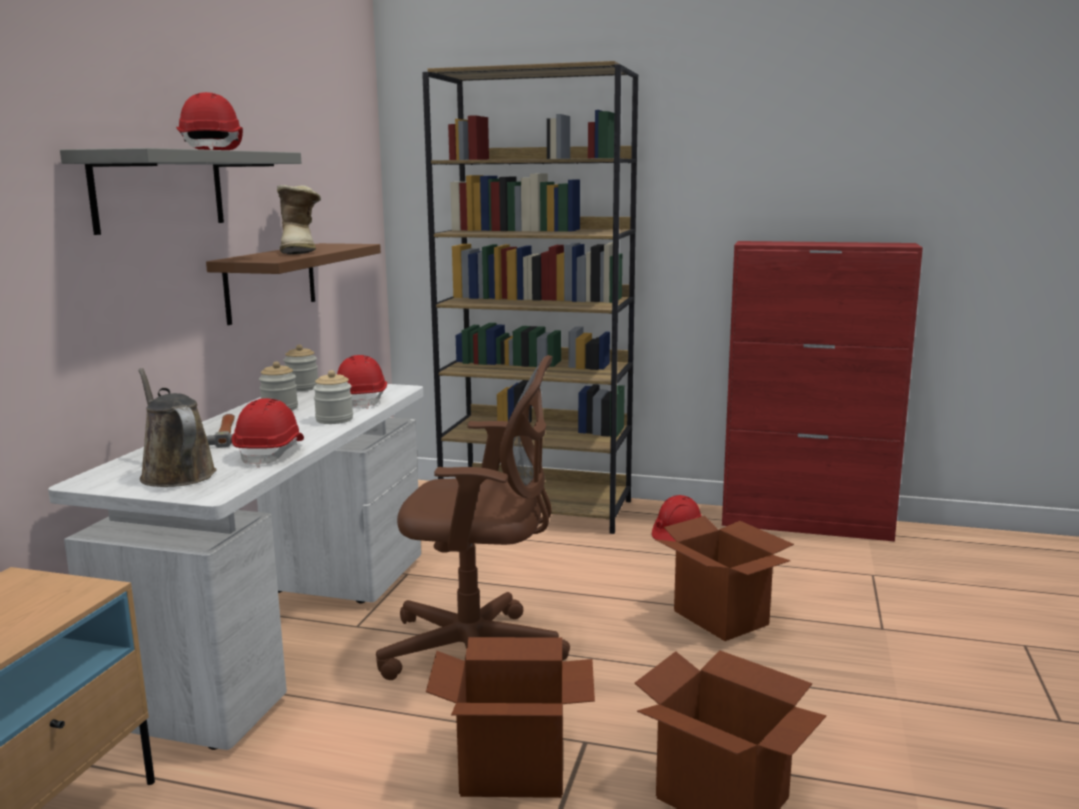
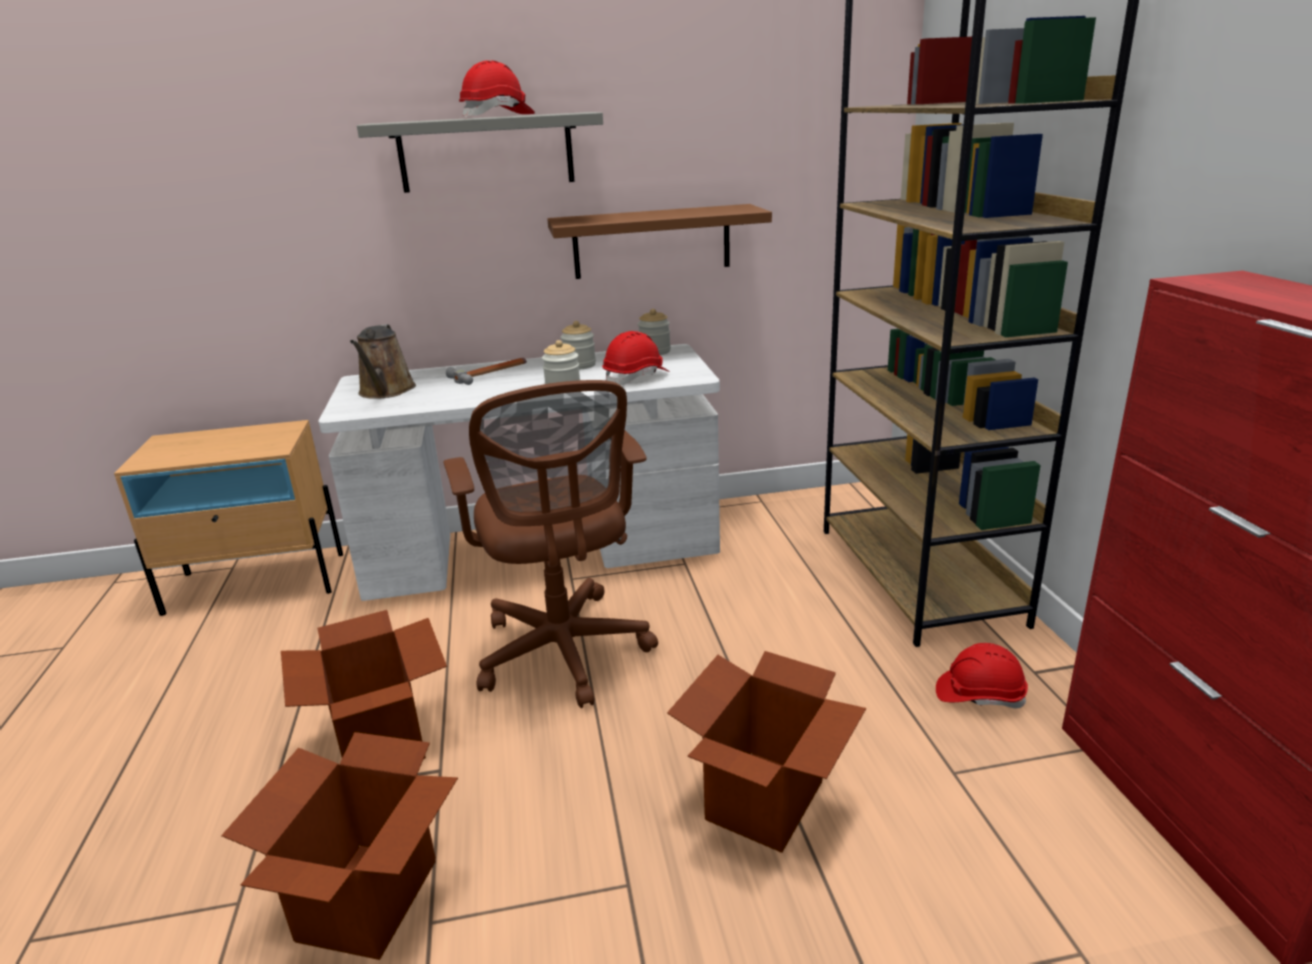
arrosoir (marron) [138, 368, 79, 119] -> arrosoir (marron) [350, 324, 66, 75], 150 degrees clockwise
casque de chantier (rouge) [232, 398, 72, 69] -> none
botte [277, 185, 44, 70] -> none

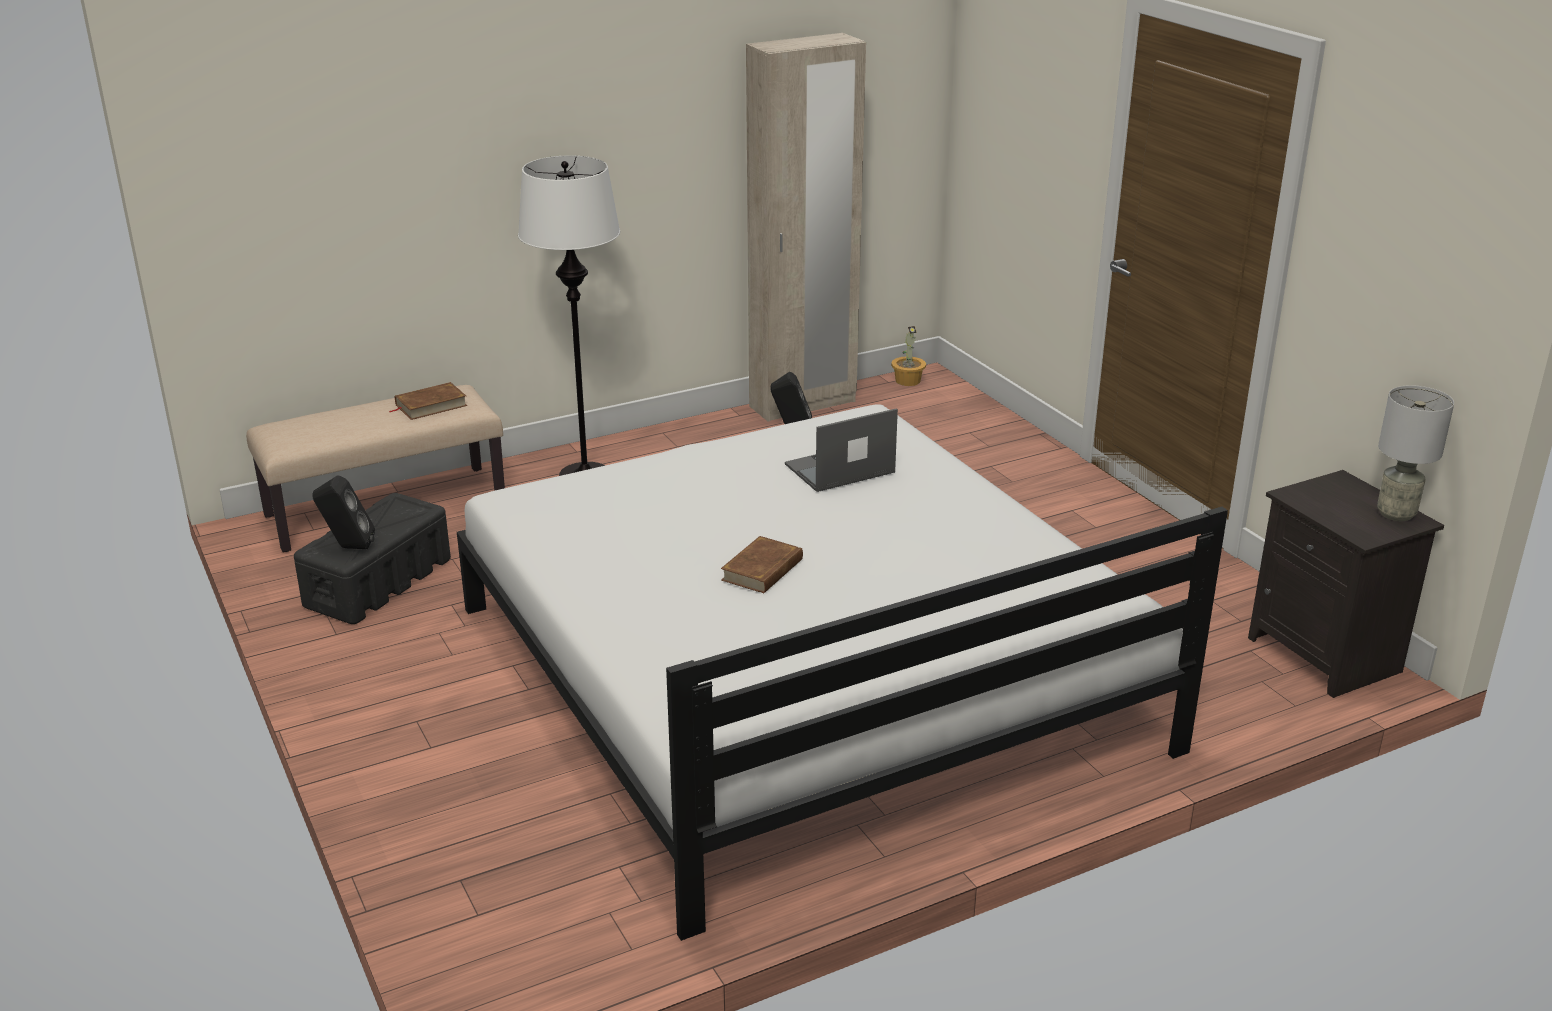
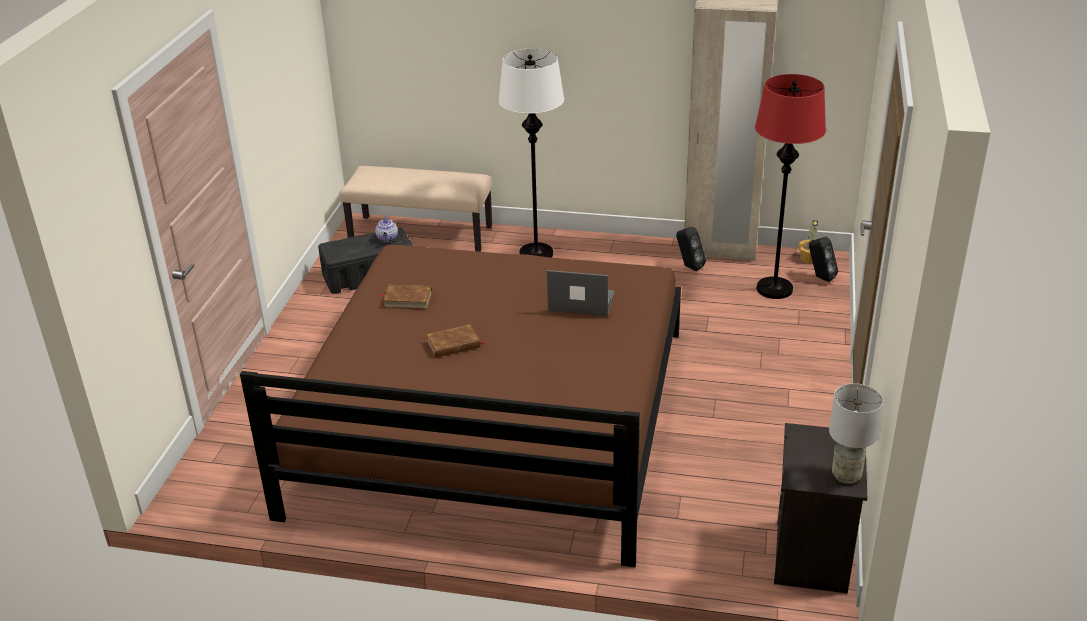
lit (blanc) [457, 404, 771, 537] -> lit (marron) [240, 245, 441, 322]
none -> théière [375, 216, 23, 26]
livre (marron) [390, 382, 77, 38] -> livre (marron) [380, 285, 52, 24], move
none -> lampadaire (rouge) [755, 74, 71, 225]
enceinte (noir) [312, 475, 63, 74] -> enceinte (noir) [809, 237, 29, 45], move

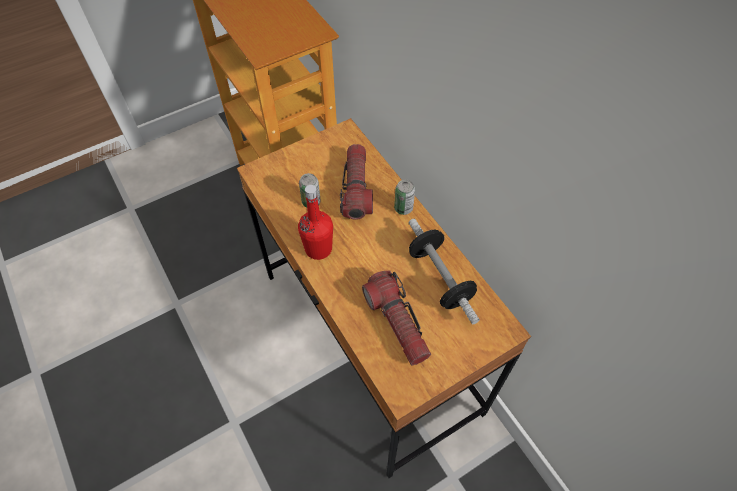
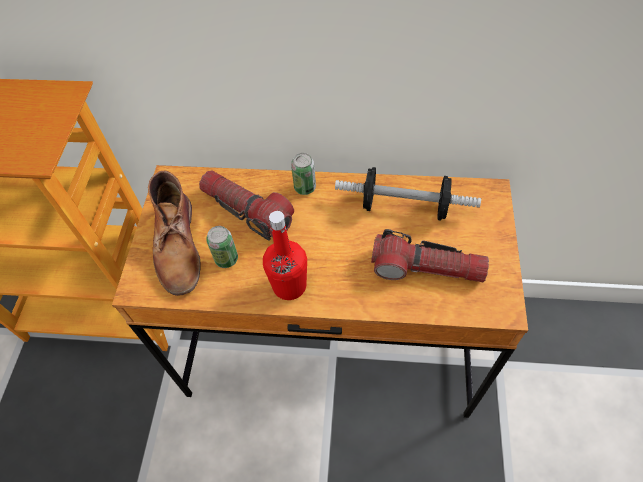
none -> botte (marron) [148, 171, 53, 125]

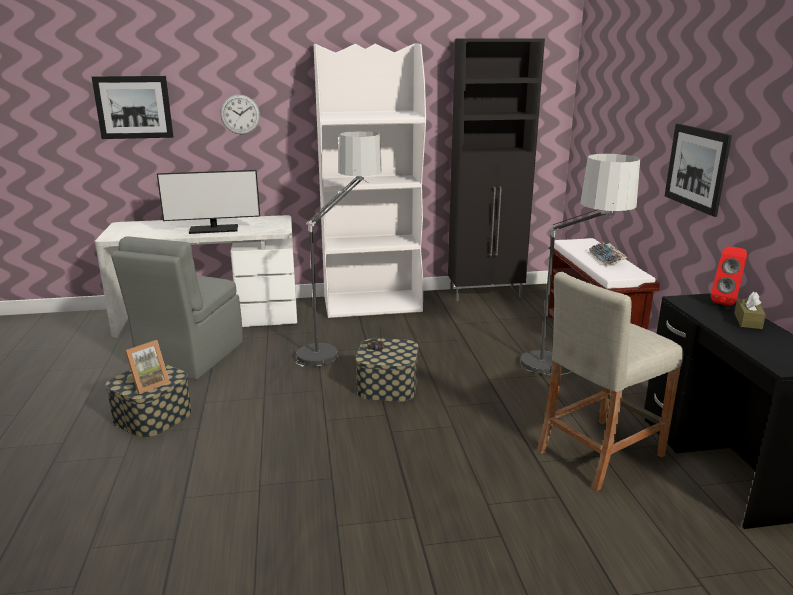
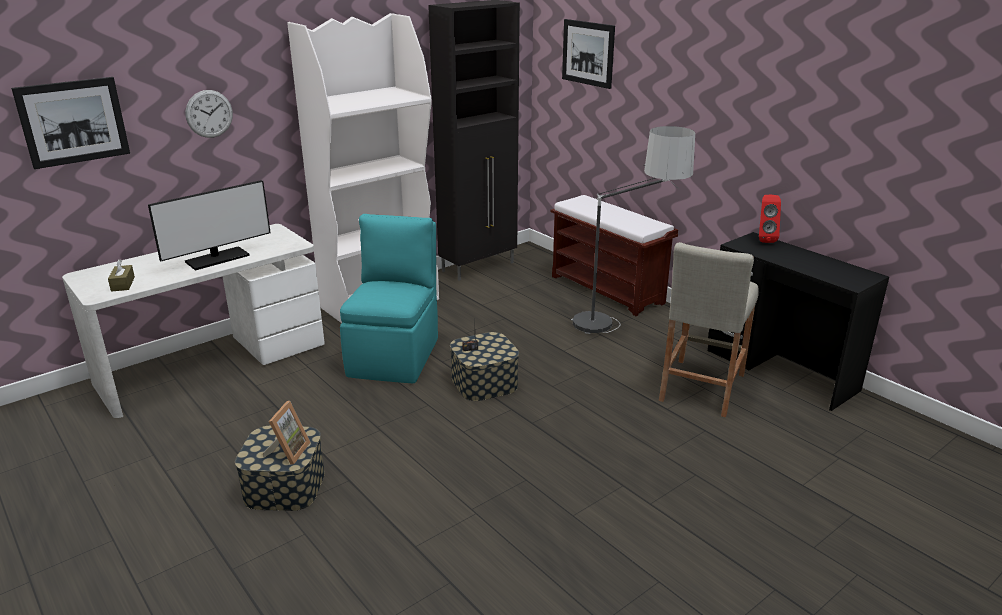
boîte à mouchoirs (marron) [734, 292, 32, 37] -> boîte à mouchoirs (marron) [108, 259, 27, 33], move
lampadaire [296, 131, 86, 236] -> chaise (turquoise) [340, 214, 98, 170]
tableau [665, 124, 67, 93] -> tableau [562, 19, 53, 70], move
chaise (gris) [111, 236, 132, 144] -> none
clavier [589, 242, 39, 25] -> none

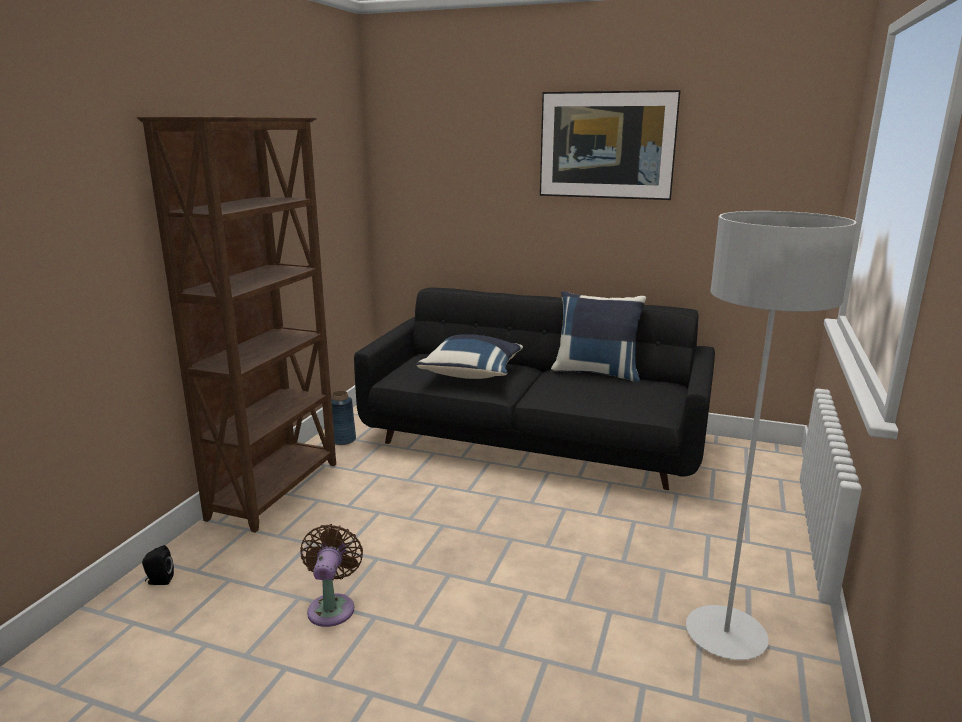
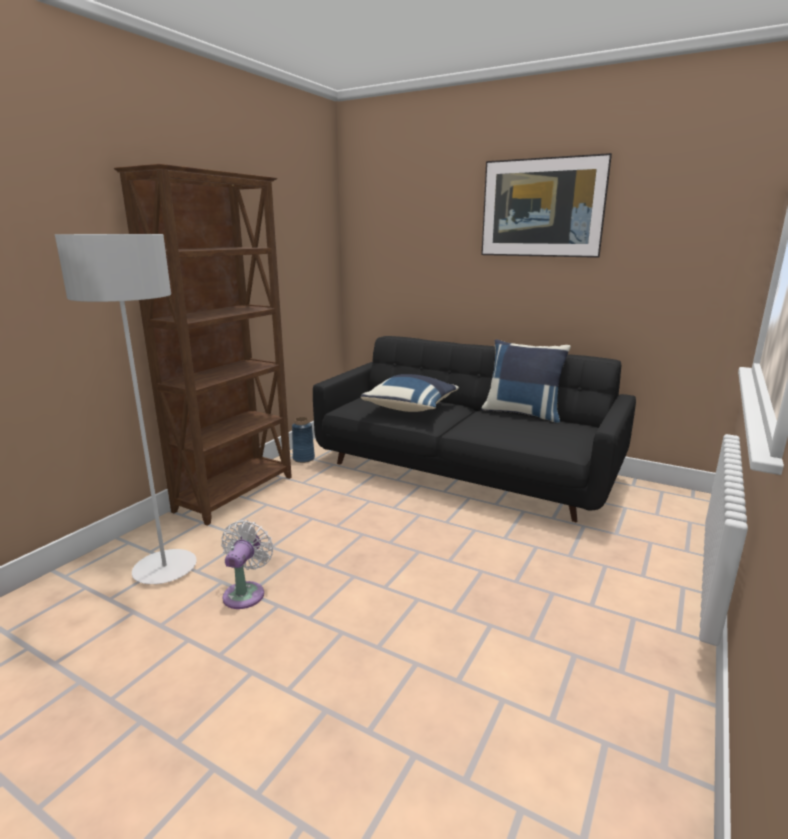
lampadaire (gris) [686, 211, 171, 449] -> lampadaire (gris) [55, 234, 142, 350], move
ventilateur (marron) [301, 524, 62, 103] -> ventilateur (blanc) [221, 520, 52, 89]
enceinte (noir) [142, 545, 32, 40] -> none

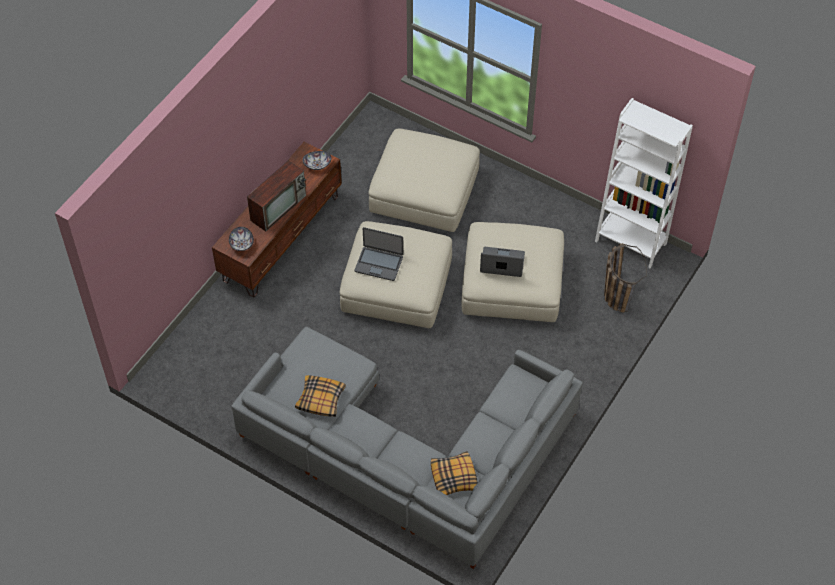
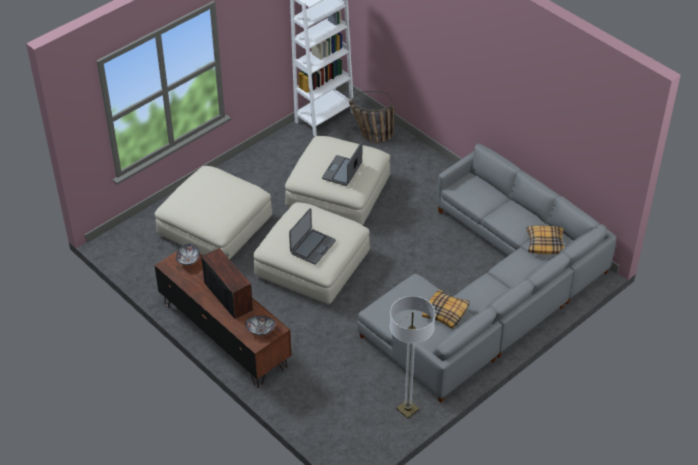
none -> lampadaire [390, 296, 45, 122]

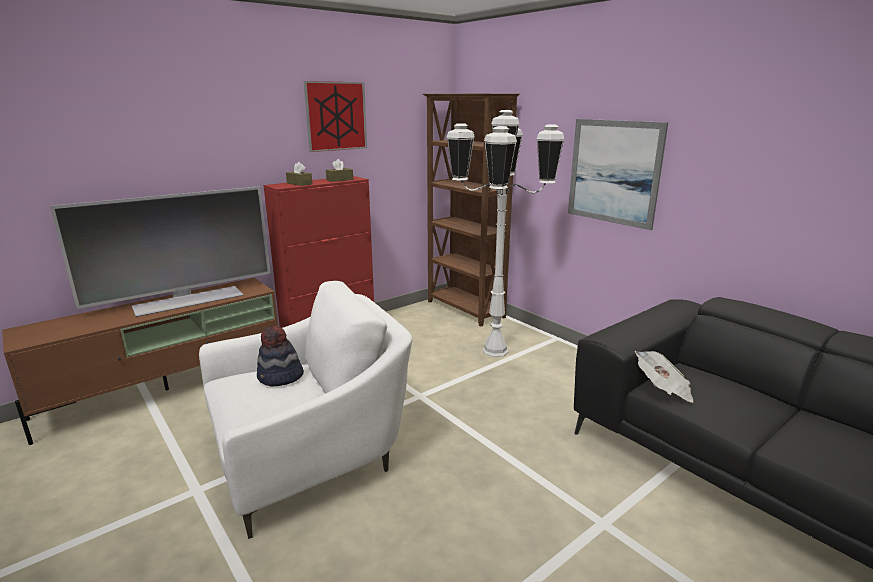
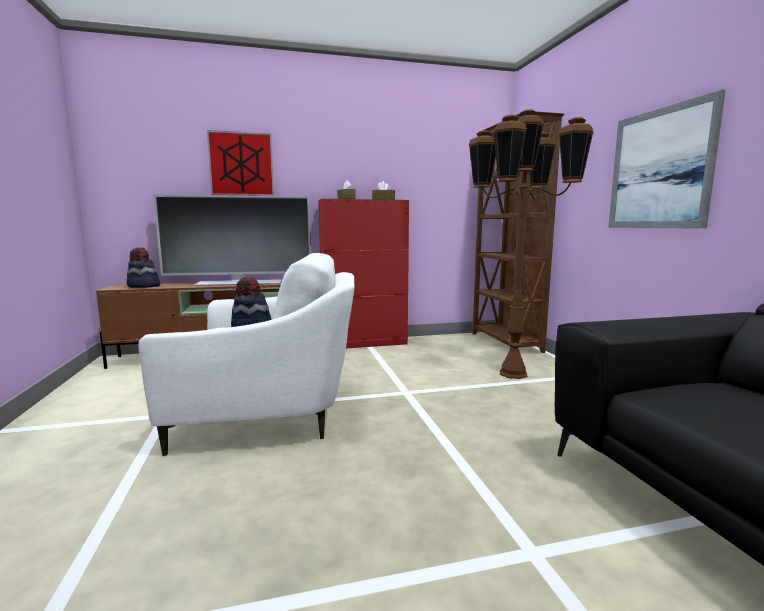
none -> chapeau [126, 247, 34, 41]
tableau [303, 81, 64, 71] -> tableau [207, 130, 67, 66], move
lampadaire (blanc) [447, 110, 117, 247] -> lampadaire (marron) [469, 109, 125, 270]
journal [635, 351, 58, 52] -> none

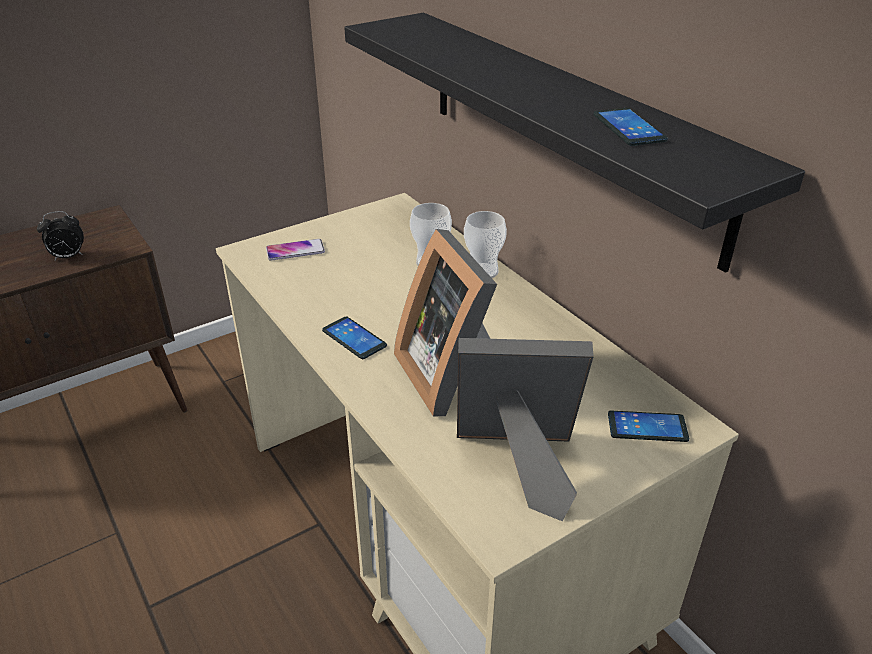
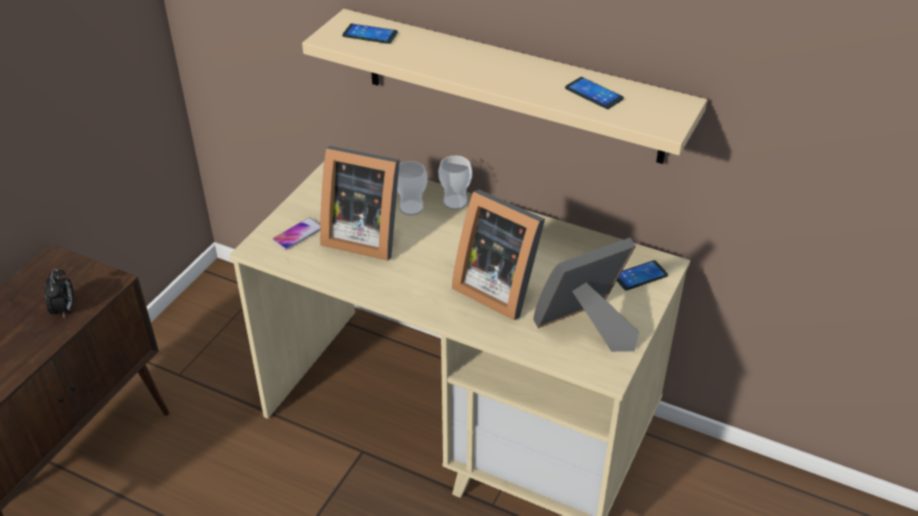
réveil [37, 211, 47, 49] -> réveil [45, 268, 29, 51], 45 degrees counterclockwise
étagère (noir) [344, 13, 461, 260] -> étagère (beige) [302, 9, 405, 155]
none -> cadre photo [320, 146, 80, 115]
téléphone [322, 317, 65, 42] -> téléphone [342, 24, 56, 20], move

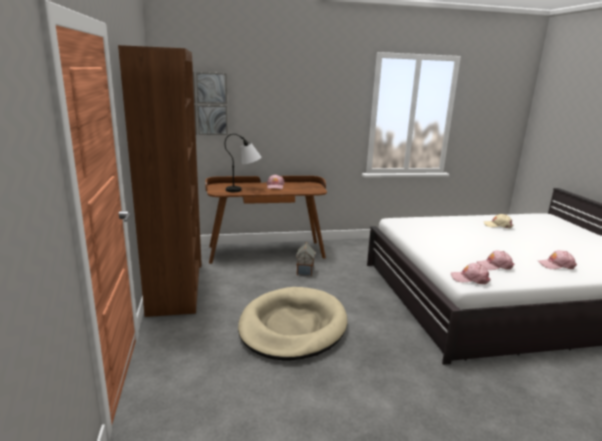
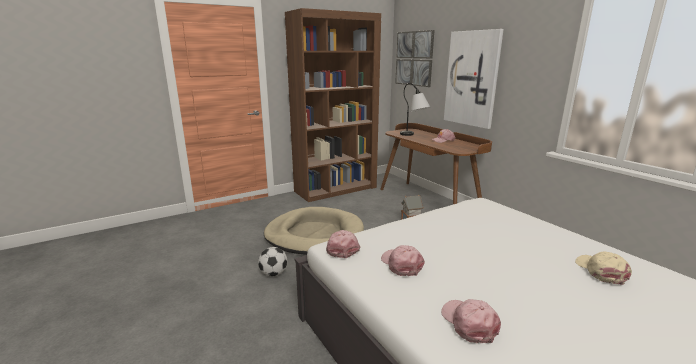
none -> ballon de foot [258, 247, 29, 29]
none -> tableau [444, 29, 60, 100]

